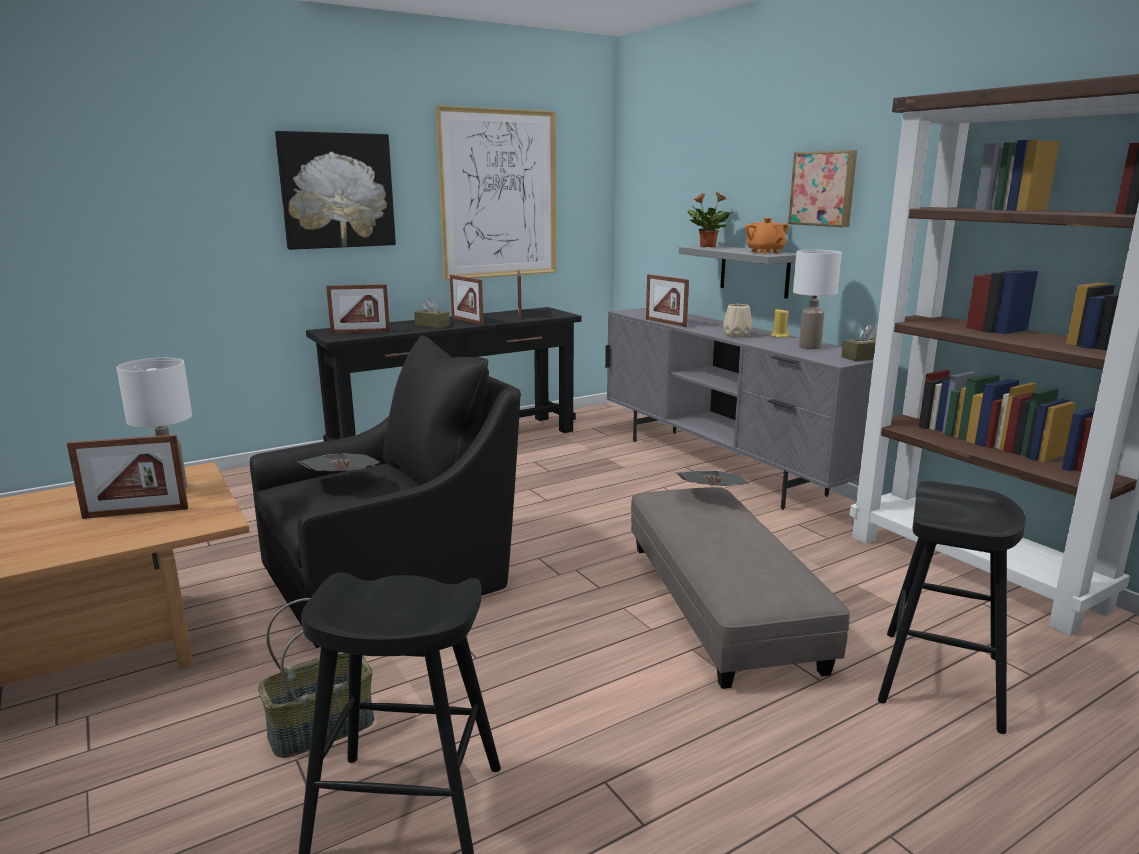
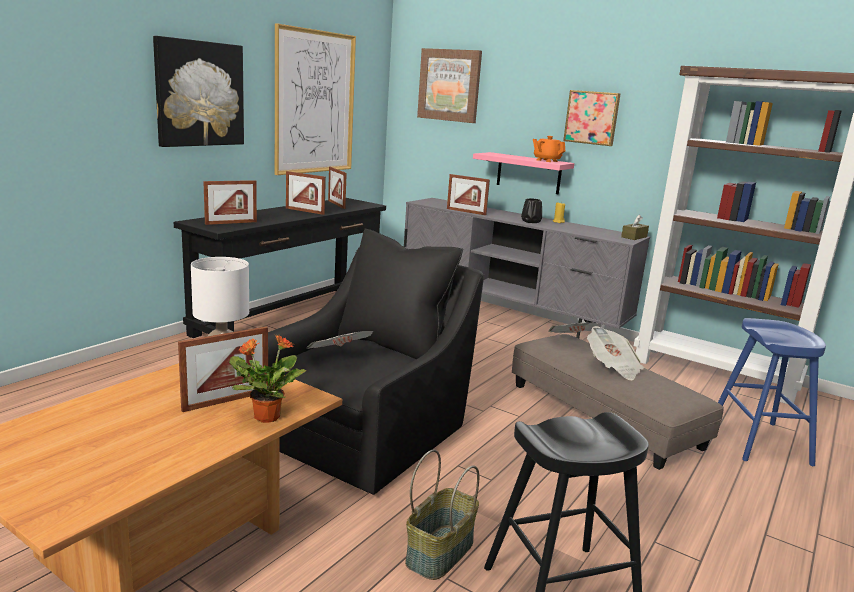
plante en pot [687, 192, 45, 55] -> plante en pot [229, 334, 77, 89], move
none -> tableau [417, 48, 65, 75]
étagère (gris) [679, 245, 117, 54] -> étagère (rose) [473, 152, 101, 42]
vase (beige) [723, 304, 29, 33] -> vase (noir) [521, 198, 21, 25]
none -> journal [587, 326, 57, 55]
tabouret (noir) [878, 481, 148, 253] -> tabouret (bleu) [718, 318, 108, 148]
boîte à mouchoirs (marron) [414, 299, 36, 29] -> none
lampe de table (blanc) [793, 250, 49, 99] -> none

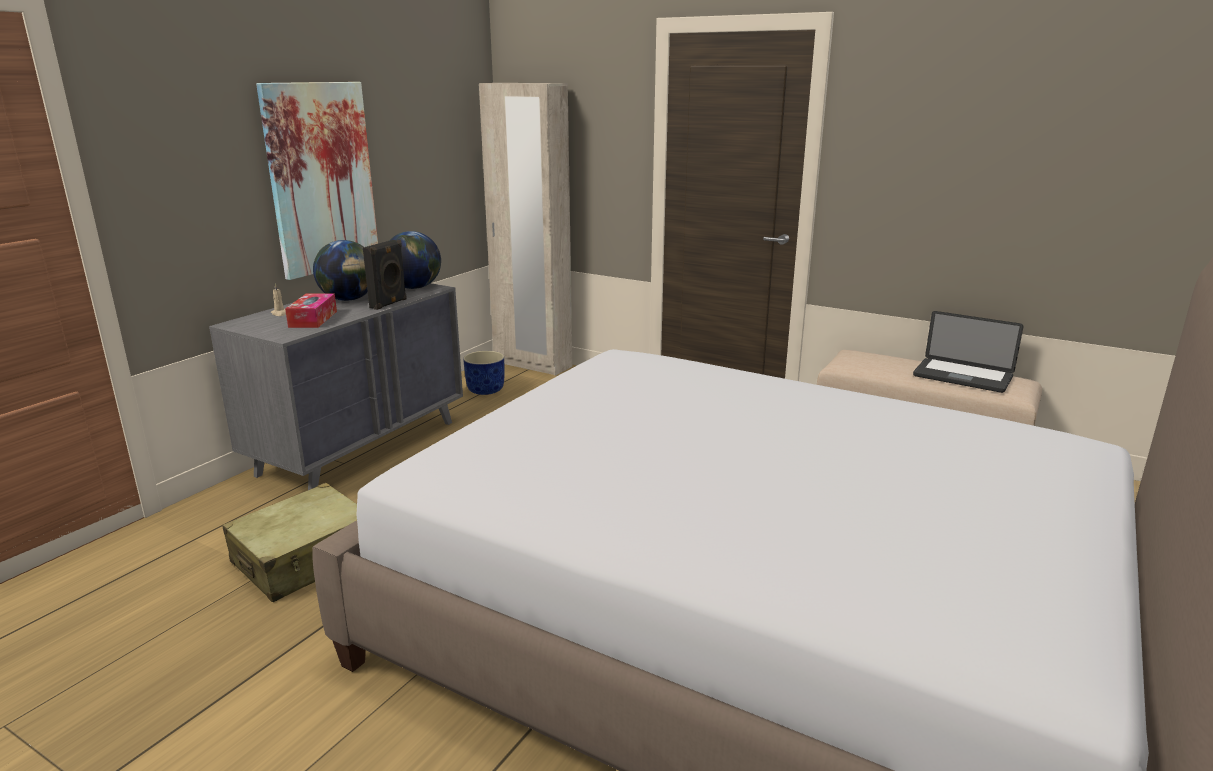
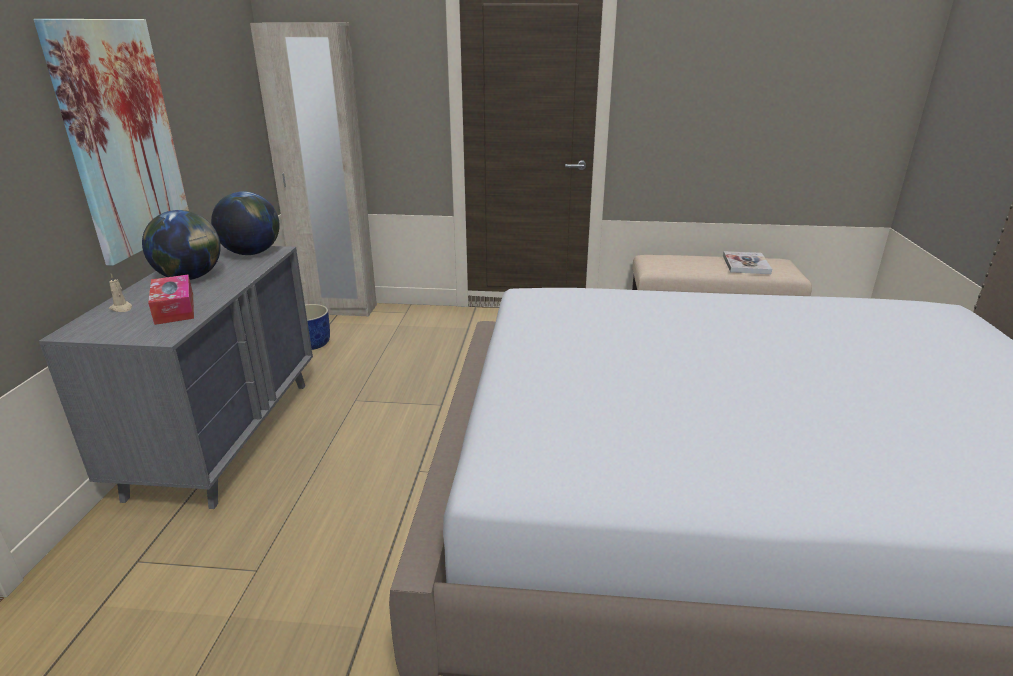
ordinateur portable [913, 311, 111, 82] -> livre [723, 251, 49, 23]
valise (beige) [222, 483, 135, 119] -> none
enceinte (noir) [363, 240, 44, 70] -> none

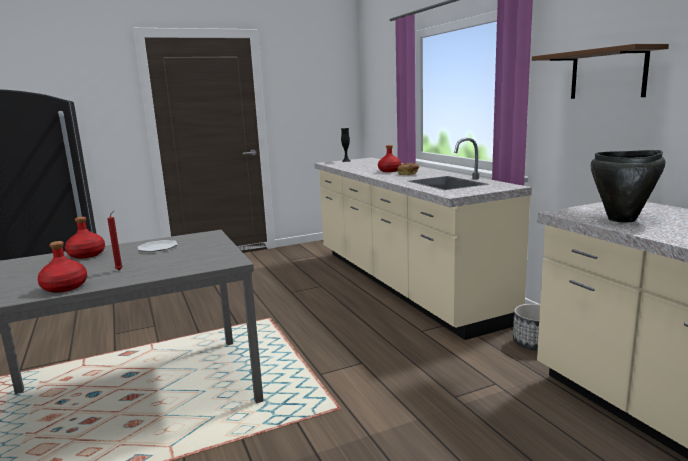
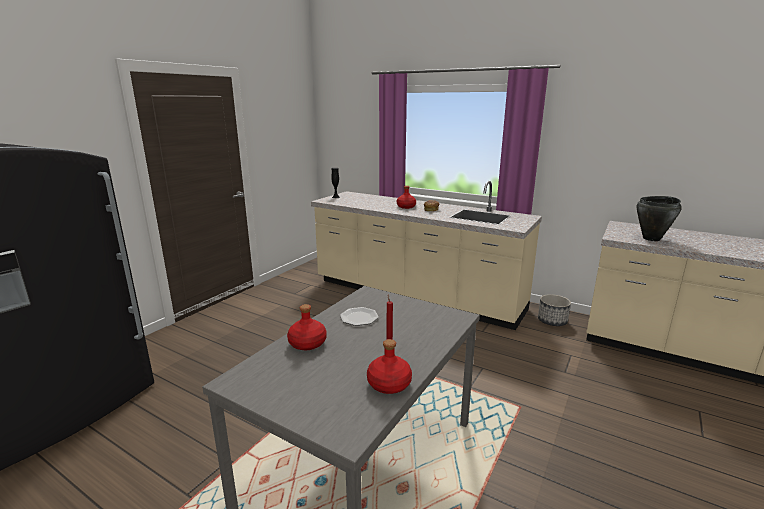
étagère (marron) [532, 44, 137, 55] -> none

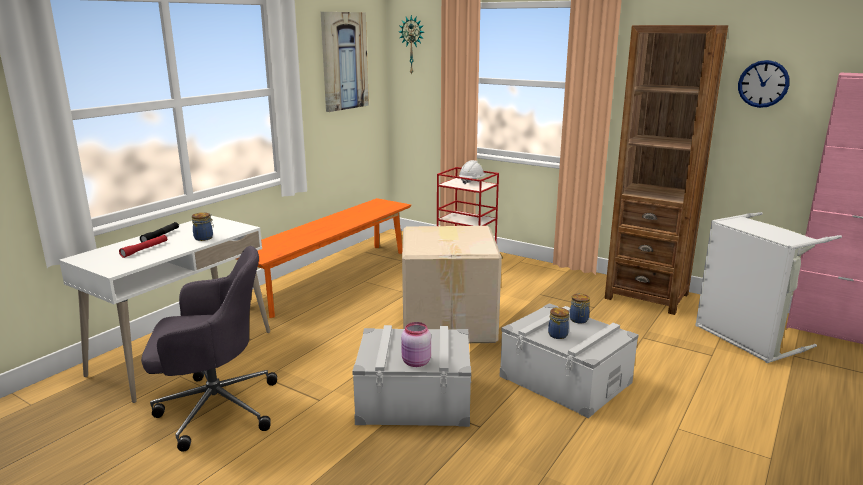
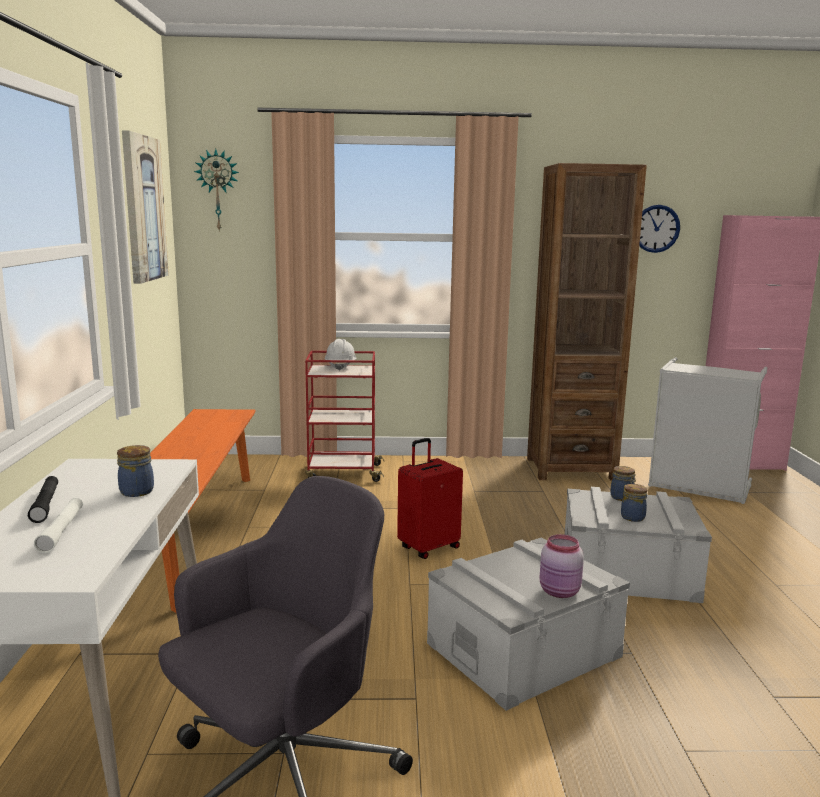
lampe de poche (rouge) [119, 235, 48, 23] -> lampe de poche (blanc) [34, 498, 49, 55]
carton [402, 226, 100, 117] -> valise (rouge) [397, 438, 66, 121]

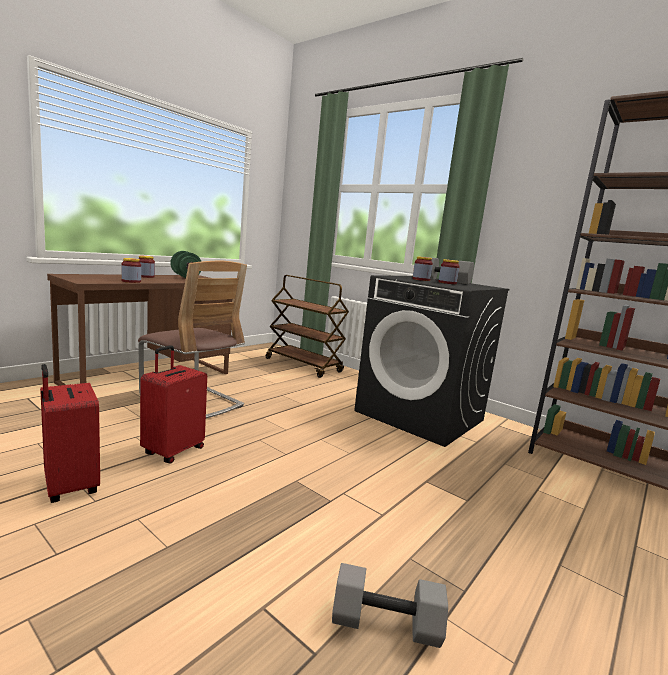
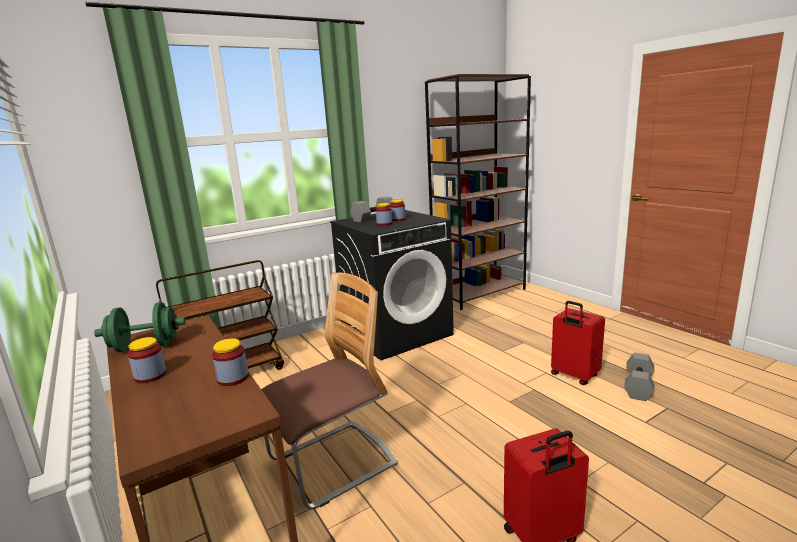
valise (rouge) [140, 345, 67, 119] -> valise (rouge) [551, 301, 54, 84], move

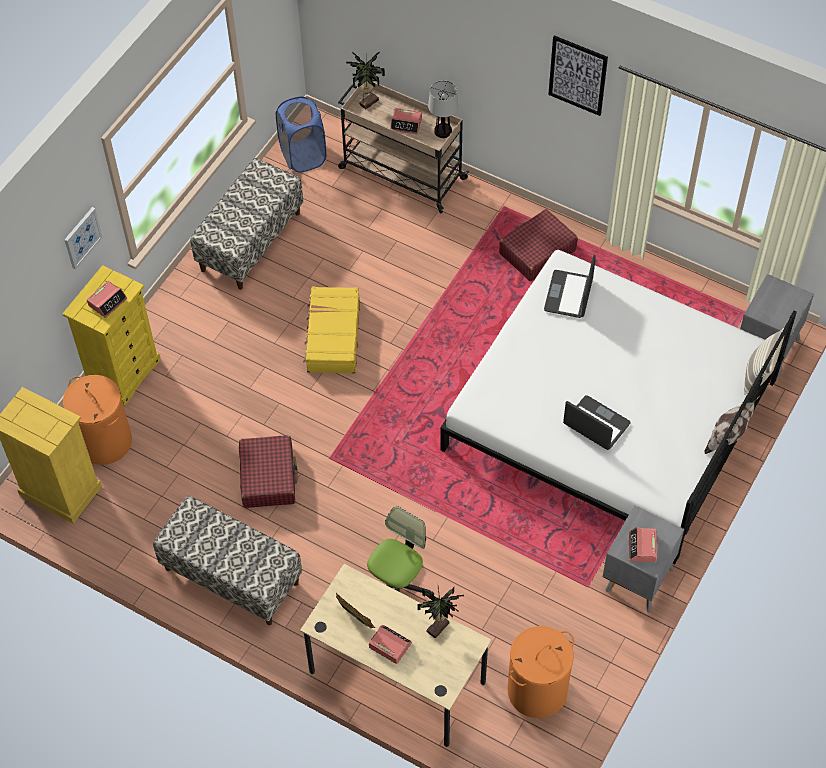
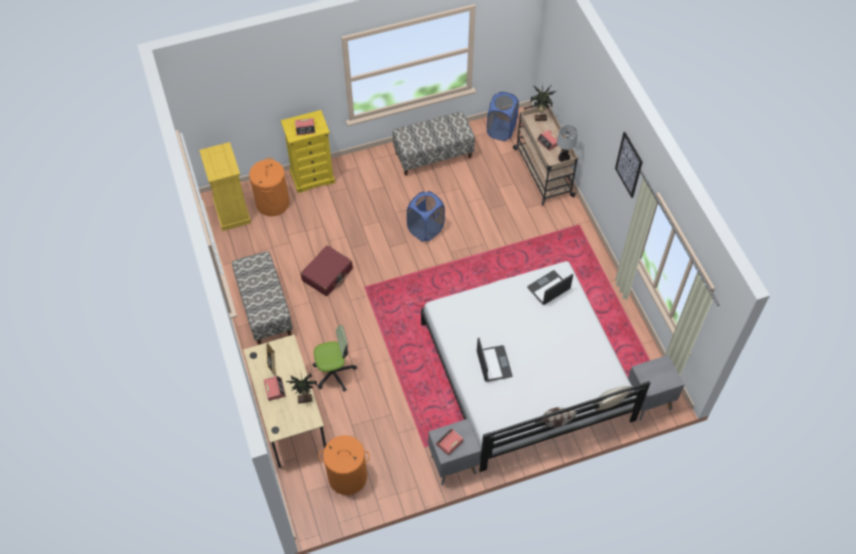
valise (jaune) [303, 286, 57, 88] -> panier à linge (bleu) [407, 191, 38, 51]
tableau [64, 207, 39, 63] -> none
valise (rouge) [499, 209, 79, 72] -> none

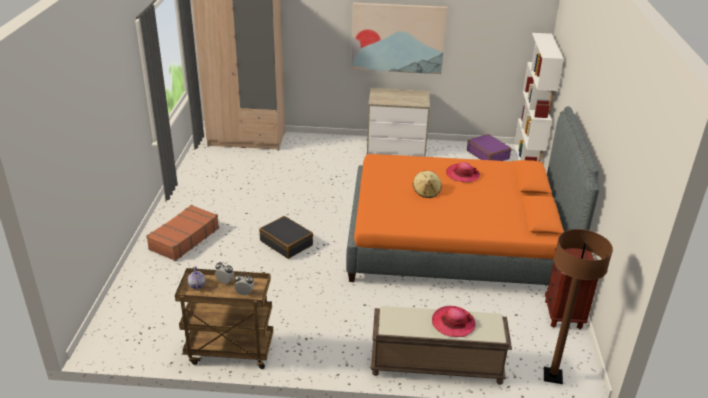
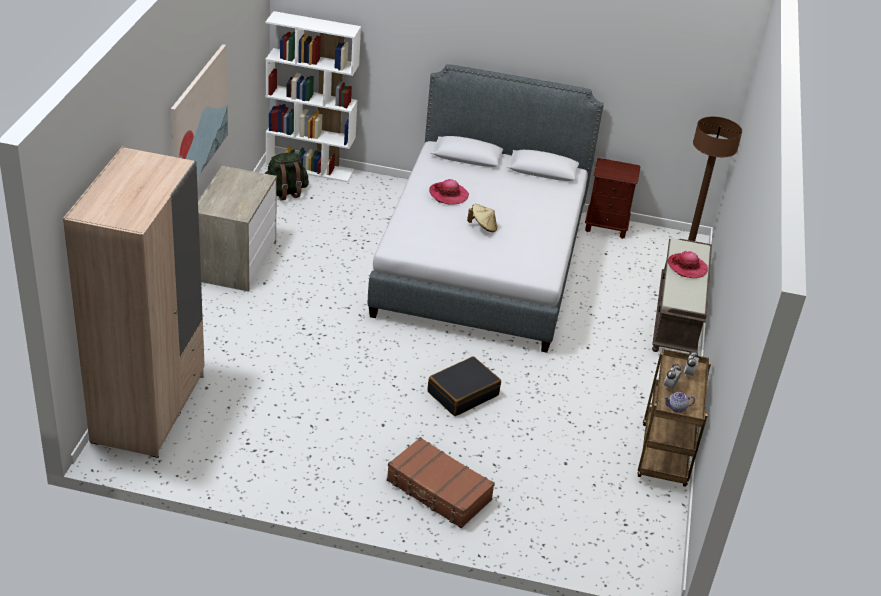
valise (violet) [467, 134, 44, 27] -> sac à dos (vert) [264, 153, 45, 48]
lit (orange) [346, 106, 253, 179] -> lit (gris) [368, 64, 236, 289]

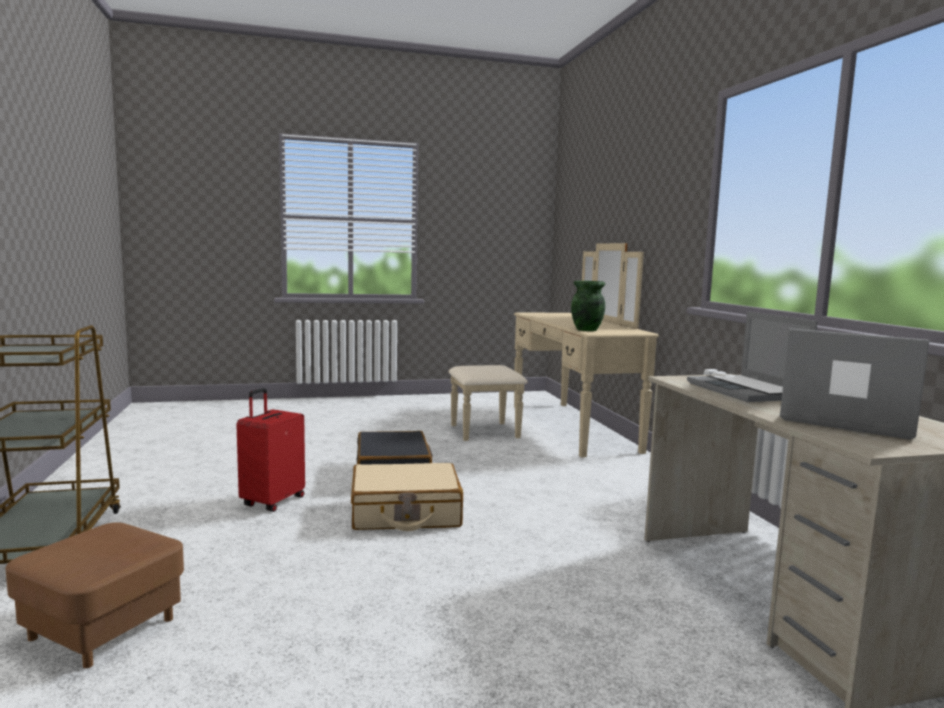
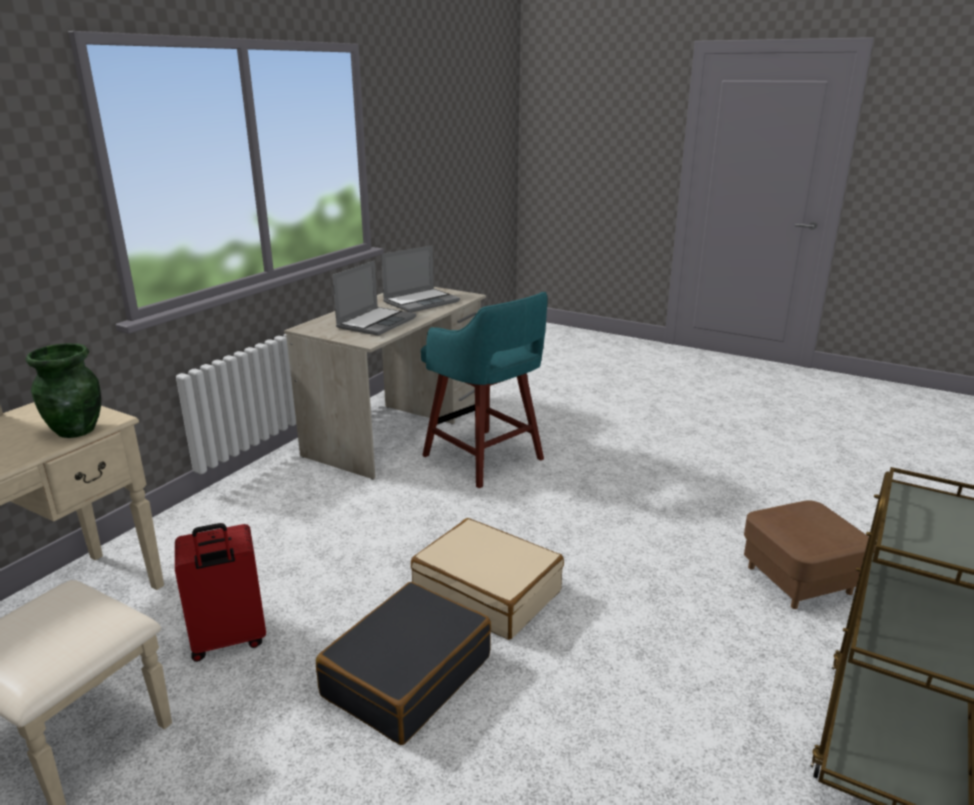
valise (rouge) [236, 388, 69, 124] -> valise (rouge) [175, 523, 91, 139], move
ordinateur portable [780, 328, 150, 112] -> ordinateur portable [381, 245, 79, 68], 120 degrees counterclockwise
none -> tabouret (turquoise) [421, 292, 127, 196]

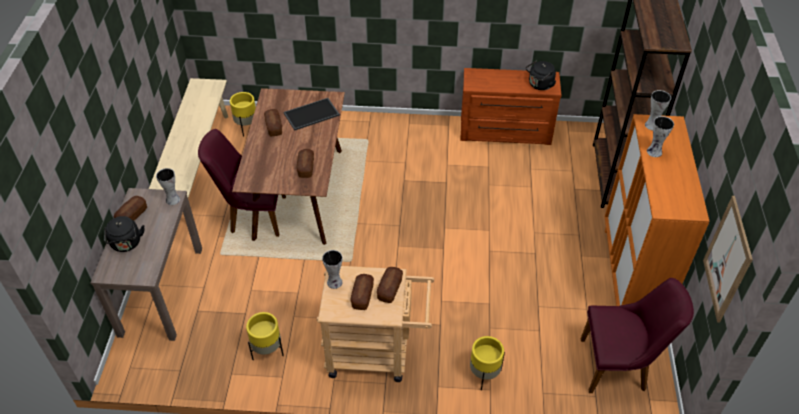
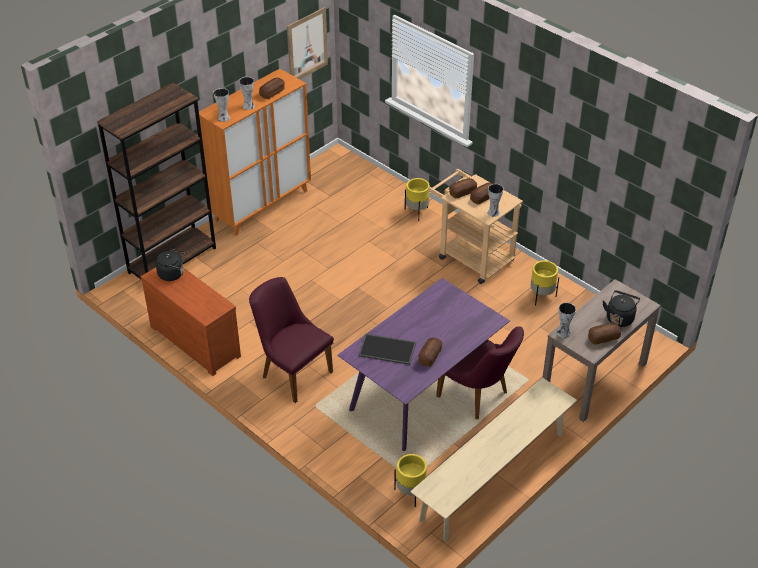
chaise (violet) [581, 278, 113, 115] -> chaise (violet) [249, 277, 85, 126], move
pain [297, 149, 17, 29] -> pain [259, 78, 26, 21], move
table à manger (marron) [232, 88, 113, 157] -> table à manger (violet) [337, 278, 173, 173]

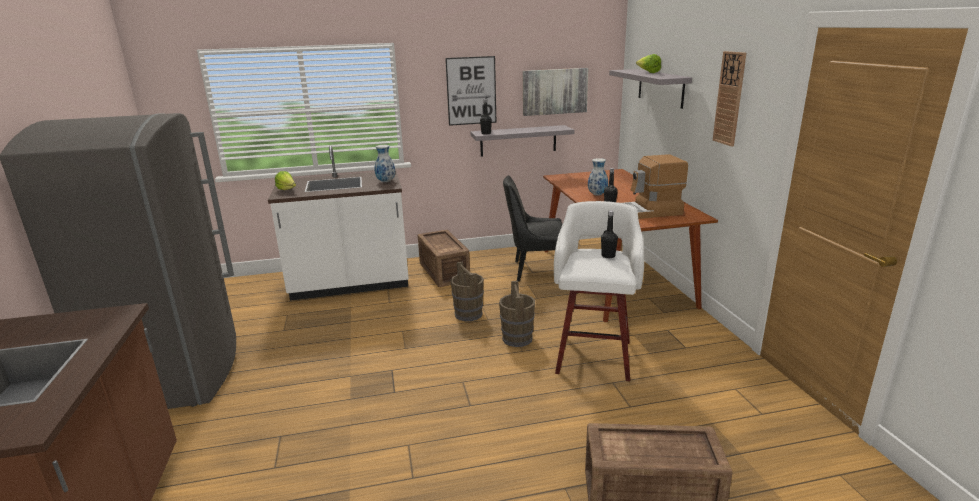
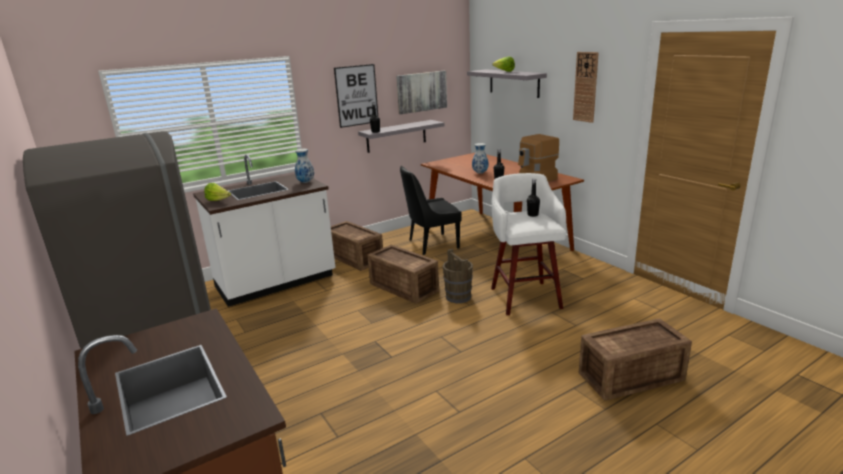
seau (marron) [450, 261, 34, 60] -> caisse [367, 245, 72, 59]

